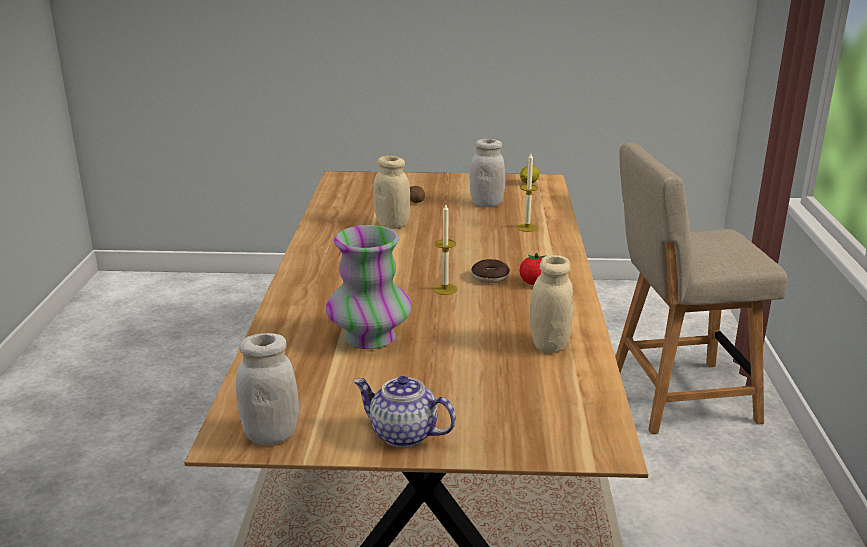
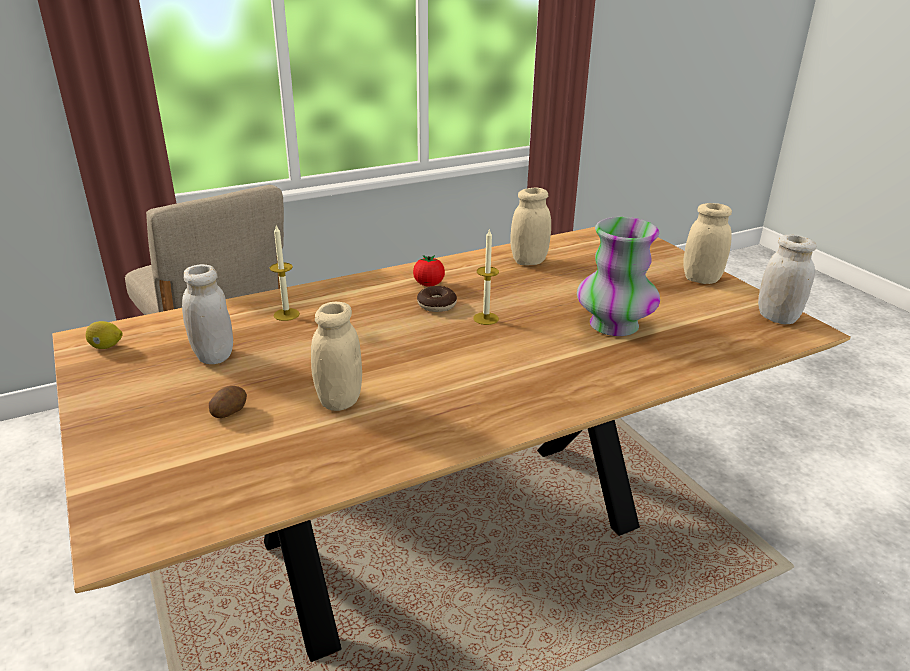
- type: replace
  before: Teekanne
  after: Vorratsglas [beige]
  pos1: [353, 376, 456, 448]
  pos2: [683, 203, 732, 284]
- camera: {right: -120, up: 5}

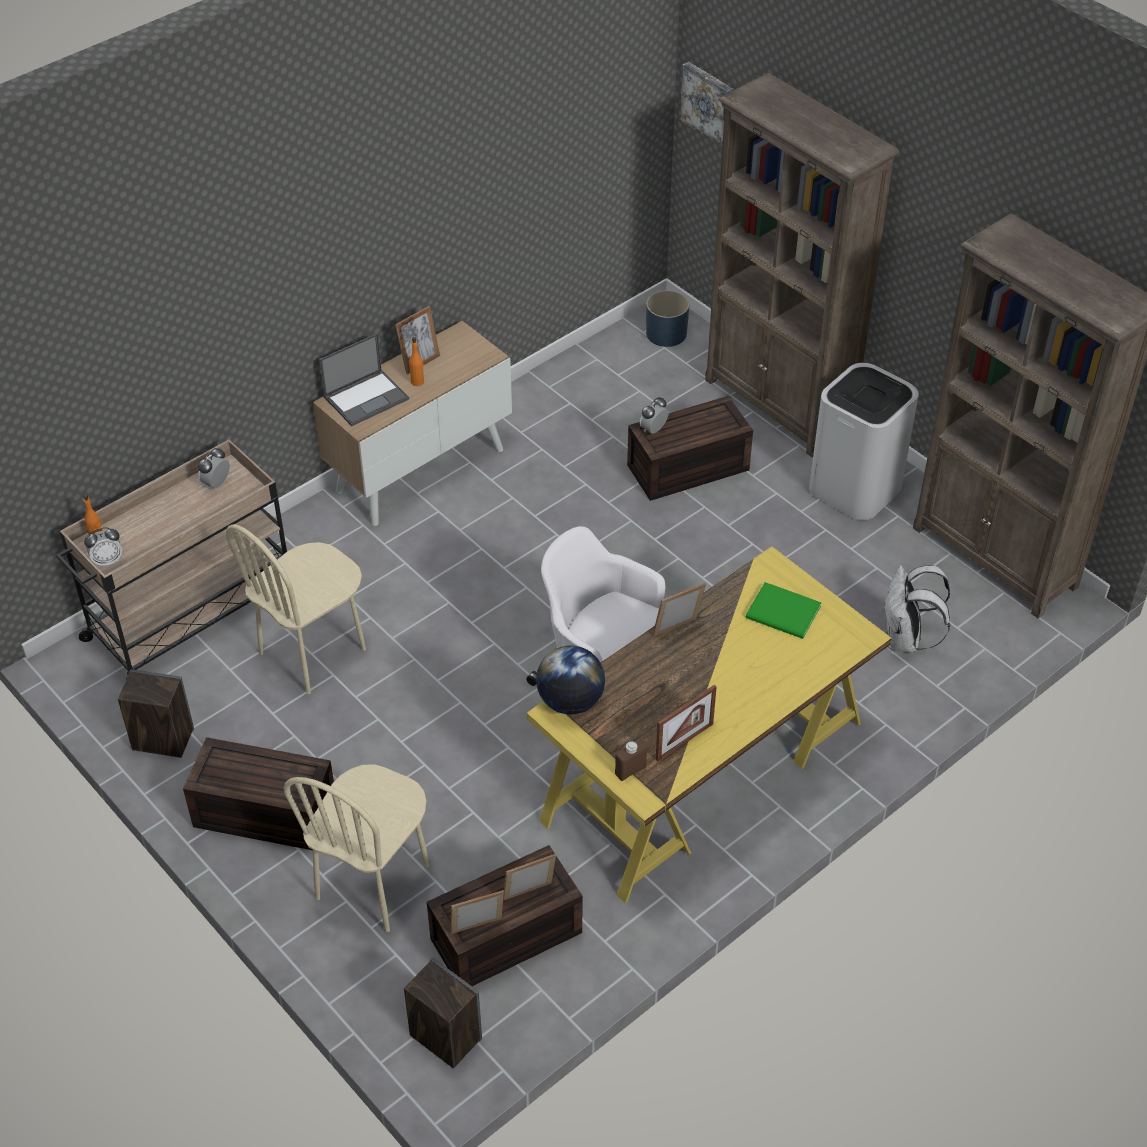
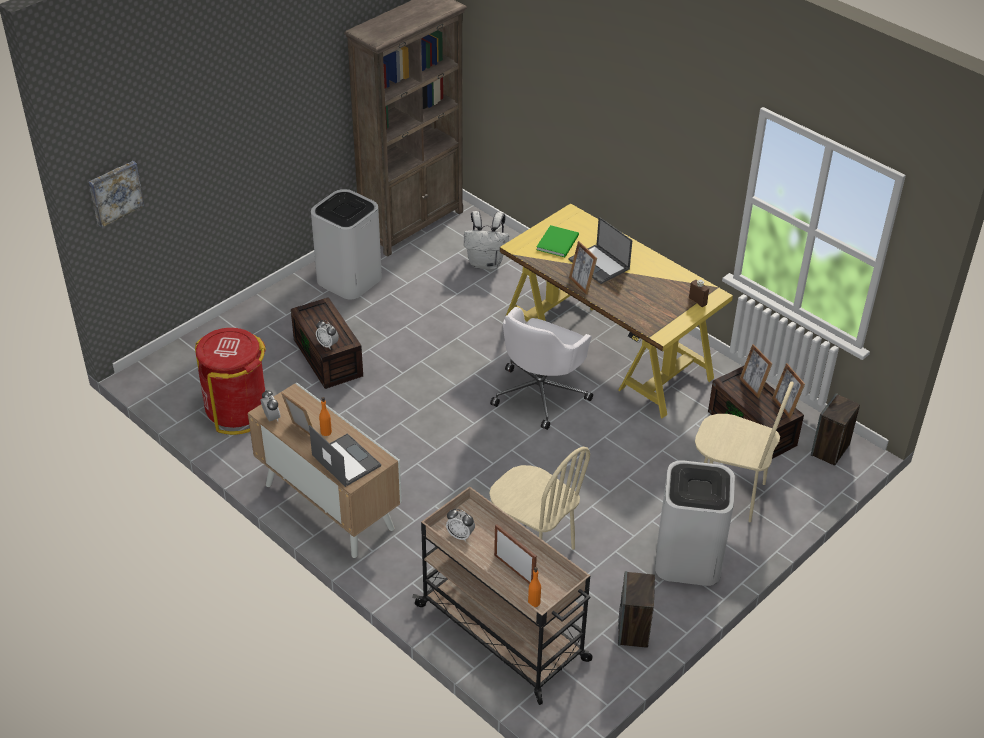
- type: delete
  before: Globus
  pos1: [536, 645, 605, 714]
- type: delete
  before: Pflanzkübel [blau]
  pos1: [646, 290, 689, 347]
- type: delete
  before: Bücherregal [braun]
  pos1: [705, 73, 899, 457]
- type: insert
  after: Mülleimer [rot]
  pos2: [195, 328, 266, 435]
- type: insert
  after: Laptop
  pos2: [569, 217, 633, 284]
- type: move
  before: Wecker
  pos1: [84, 527, 122, 567]
  pos2: [261, 390, 281, 422]
- type: move
  before: Bilderrahmen
  pos1: [656, 685, 717, 762]
  pos2: [494, 524, 537, 584]
- type: replace
  before: Aufbewahrungsbox [braun]
  after: Mülleimer [weiß]
  pos1: [183, 737, 334, 850]
  pos2: [655, 460, 735, 586]
- camera: {right: -95, up: -5}

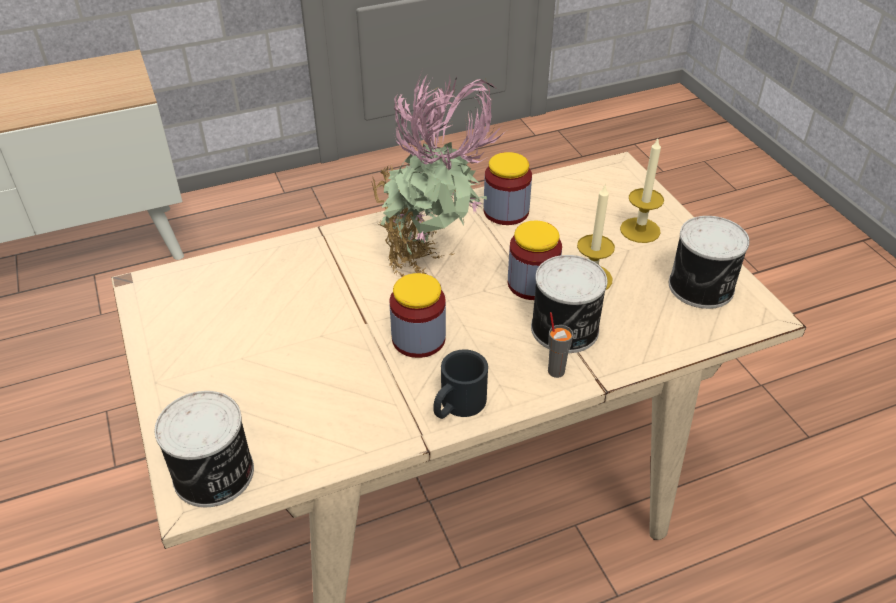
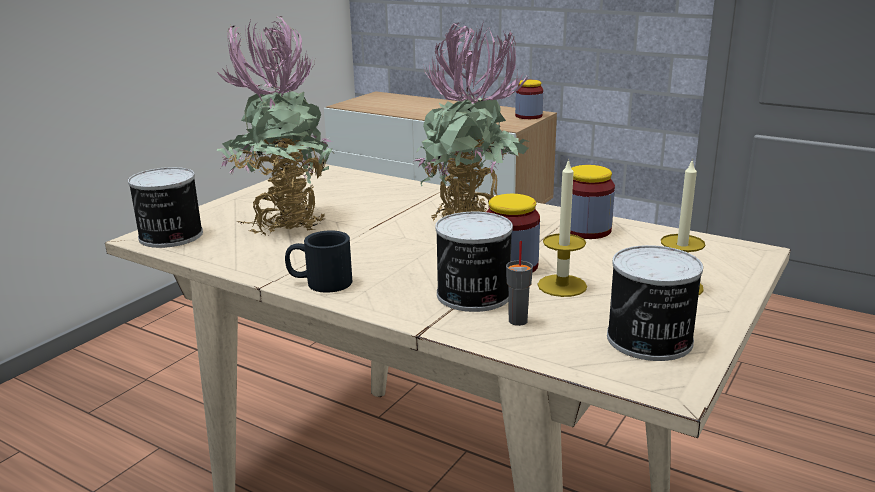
- type: insert
  after: Topfpflanze
  pos2: [216, 15, 333, 235]
- type: move
  before: Vorratsglas
  pos1: [390, 273, 446, 358]
  pos2: [515, 80, 543, 119]
- type: move
  before: Tasse [grau]
  pos1: [548, 312, 573, 378]
  pos2: [506, 241, 533, 326]
- camera: {right: 55, up: -20}

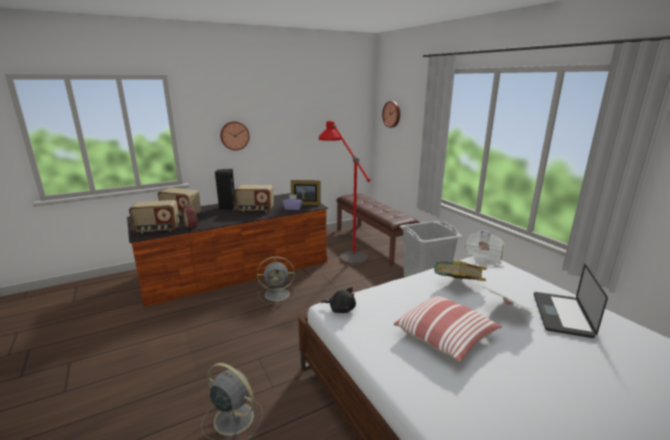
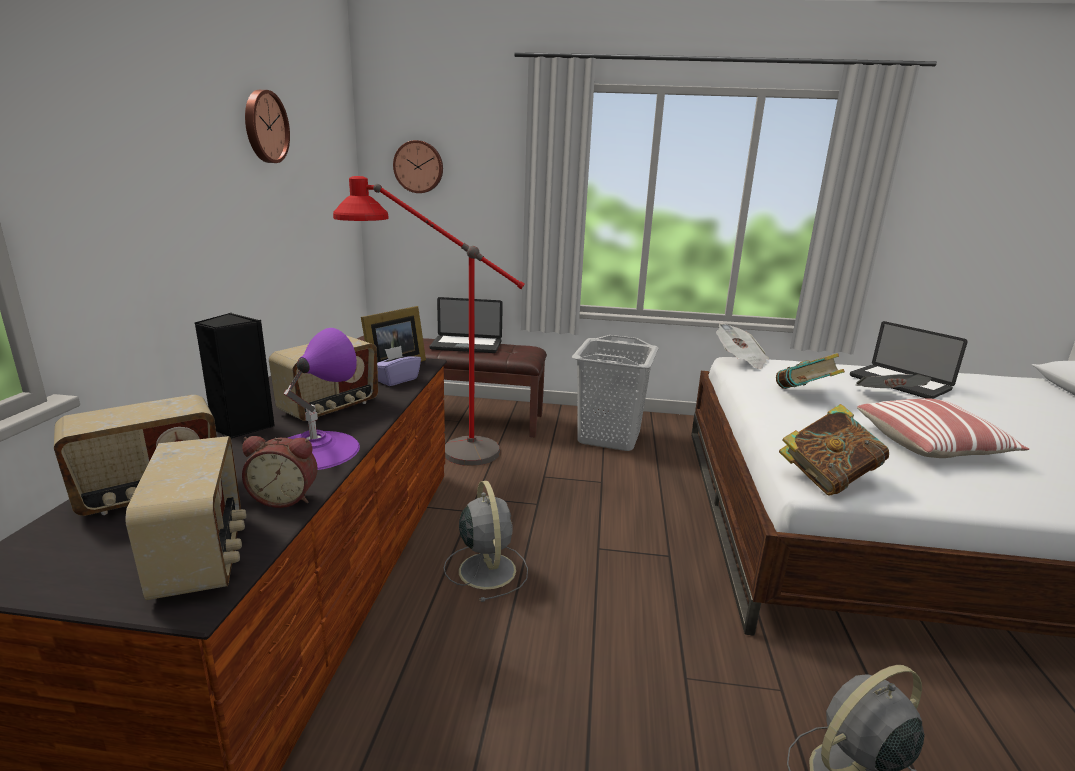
- type: insert
  after: Tischlampe [lila]
  pos2: [283, 328, 360, 470]
- type: insert
  after: Laptop
  pos2: [429, 297, 503, 353]
- type: move
  before: Wanduhr
  pos1: [220, 121, 250, 151]
  pos2: [245, 90, 290, 163]
- type: replace
  before: Plüschtier [schwarz]
  after: Buch
  pos1: [321, 287, 356, 313]
  pos2: [779, 404, 889, 495]
- type: rotate
  before: Radio
  pos1: [129, 200, 179, 233]
  pos2: [126, 436, 246, 600]
  turn: -45
- type: rotate
  before: Ventilator [grau]
  pos1: [257, 256, 296, 304]
  pos2: [444, 481, 528, 602]
  turn: -45
- camera: {right: -55, up: 0}

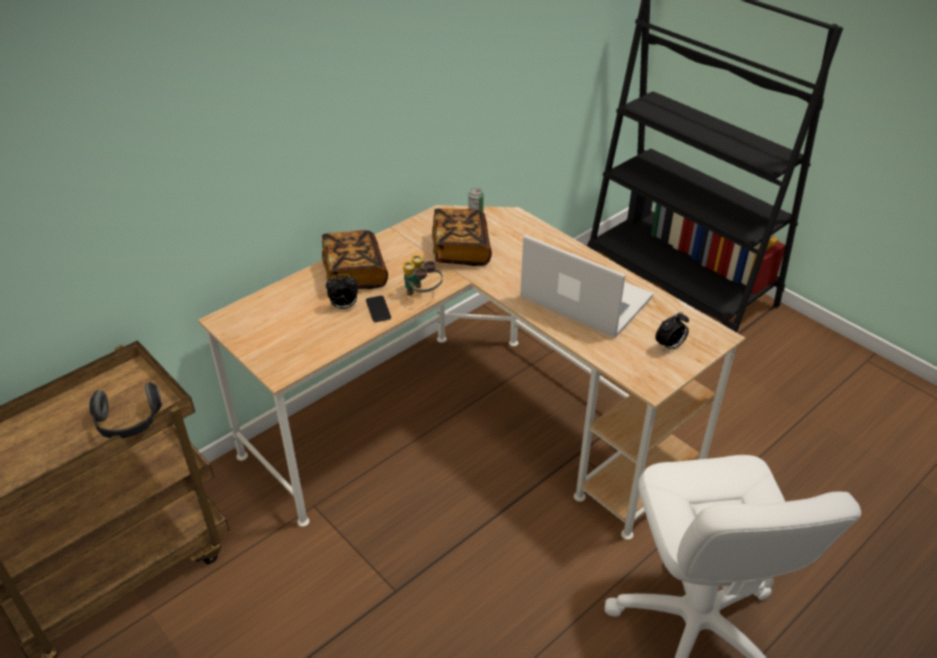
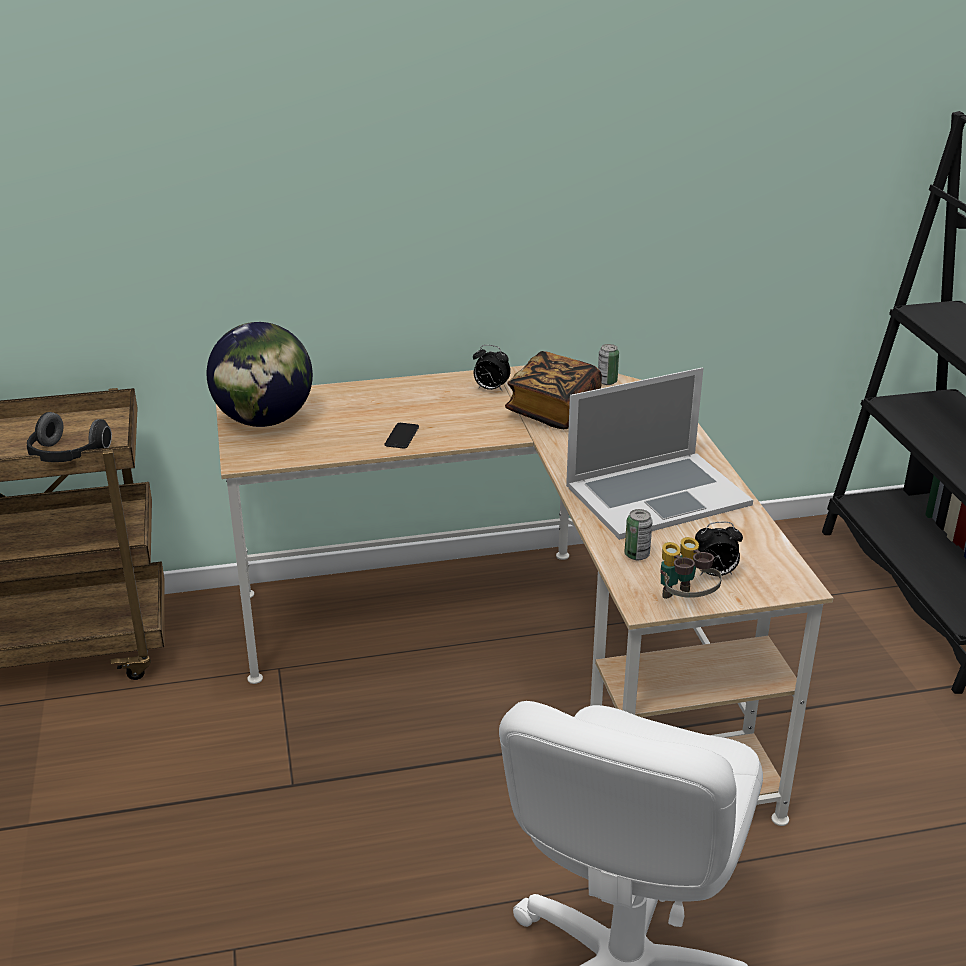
- type: delete
  before: Buch
  pos1: [322, 230, 388, 289]
- type: insert
  after: Globus
  pos2: [207, 322, 313, 427]
- type: insert
  after: Dose
  pos2: [624, 509, 653, 560]
- type: move
  before: Wecker
  pos1: [326, 274, 358, 309]
  pos2: [473, 345, 511, 392]
- type: move
  before: Fernglas
  pos1: [403, 255, 443, 296]
  pos2: [660, 537, 722, 599]
- type: rotate
  before: Laptop
  pos1: [520, 235, 653, 338]
  pos2: [566, 367, 753, 540]
  turn: 90
- camera: {right: 30, up: -10}

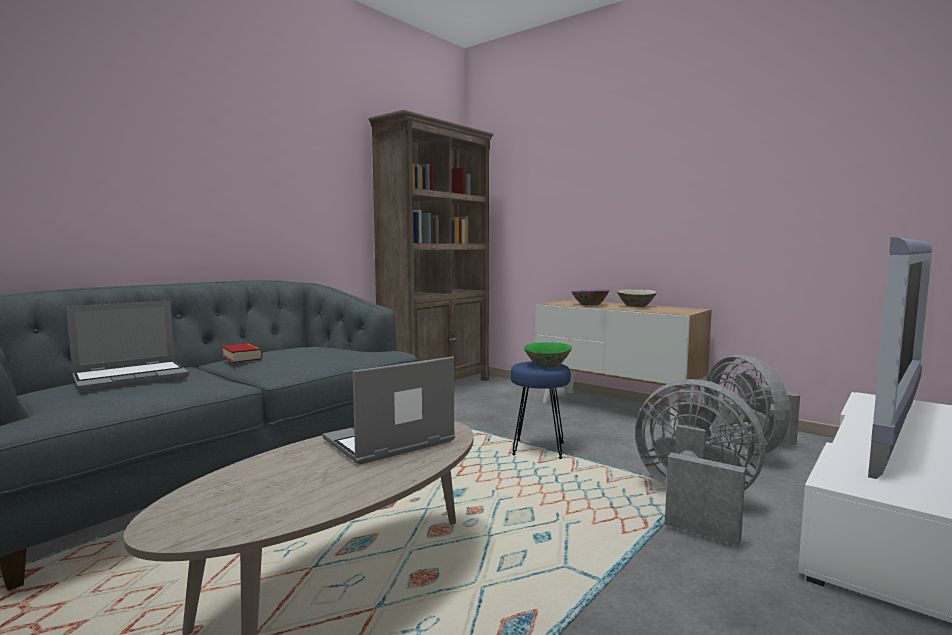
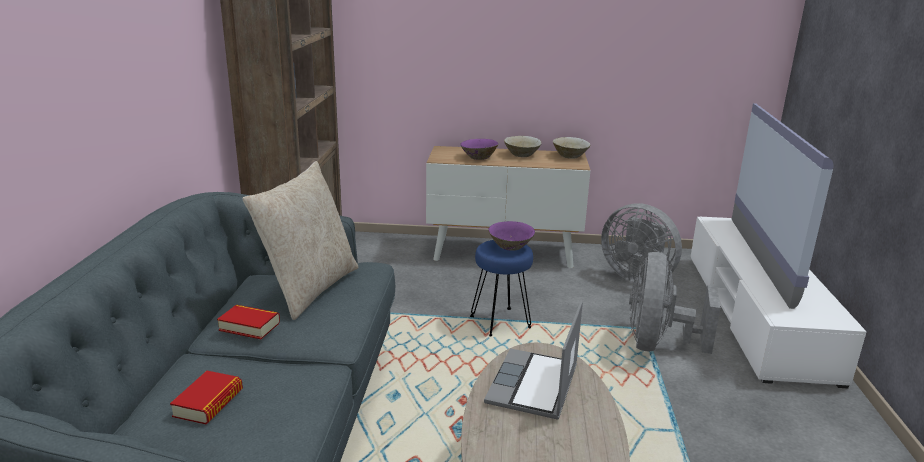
- type: insert
  after: Kissen [beige]
  pos2: [243, 161, 359, 320]
- type: insert
  after: Schüssel [beige]
  pos2: [553, 137, 590, 159]
- type: replace
  before: Laptop
  after: Buch
  pos1: [66, 301, 189, 392]
  pos2: [170, 371, 243, 424]
- type: recolor
  before: Schüssel [grün]
  after: Schüssel [lila]
  pos1: [524, 342, 572, 367]
  pos2: [488, 221, 535, 251]
- type: rotate
  before: Ventilator [grau]
  pos1: [635, 379, 765, 546]
  pos2: [629, 252, 721, 354]
  turn: -75
- camera: {right: -35, up: 15}

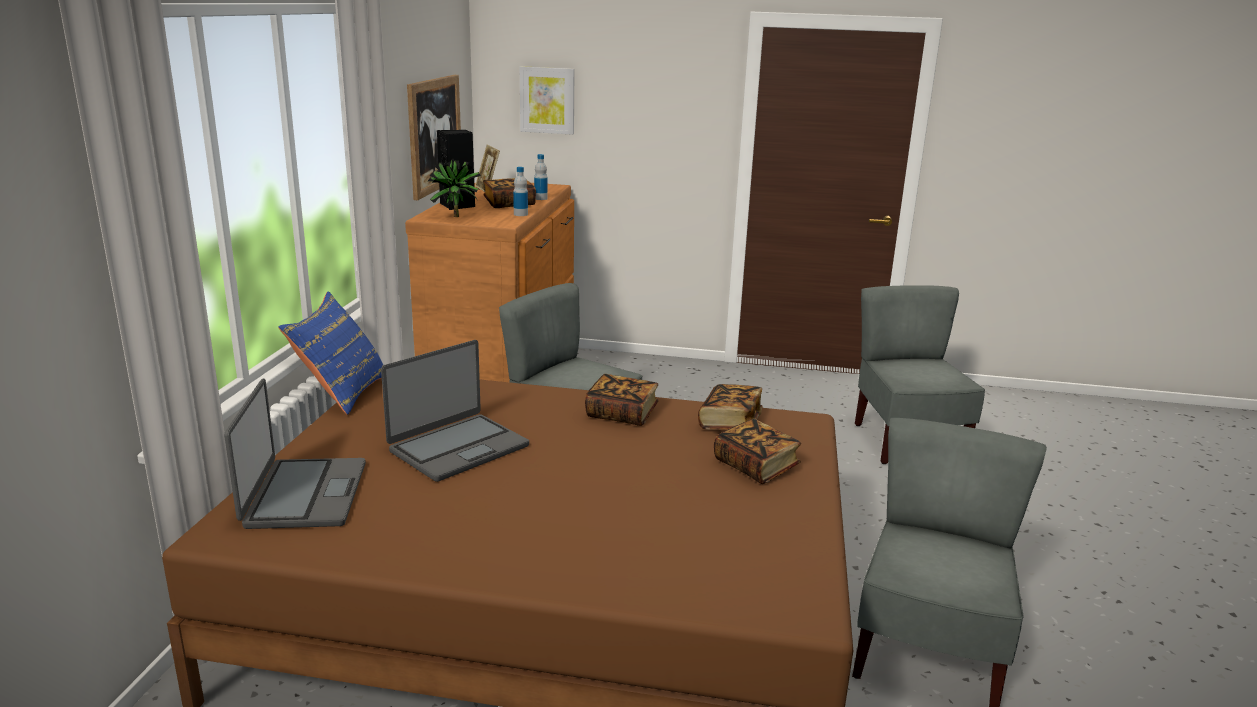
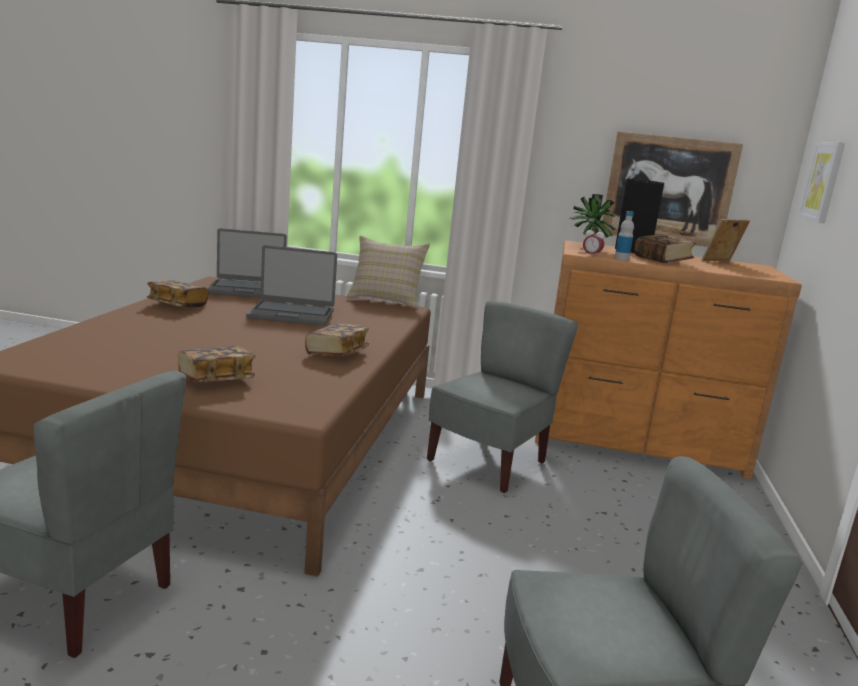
- type: delete
  before: Flasche
  pos1: [534, 154, 548, 200]
- type: insert
  after: Wecker
  pos2: [583, 227, 605, 255]
- type: move
  before: Buch
  pos1: [698, 384, 763, 430]
  pos2: [146, 280, 209, 307]
- type: recolor
  before: Kissen [blau]
  after: Kissen [beige]
  pos1: [278, 291, 383, 415]
  pos2: [347, 235, 430, 309]
- type: rotate
  before: Laptop
  pos1: [381, 340, 529, 482]
  pos2: [247, 245, 337, 326]
  turn: -45
- camera: {right: 90, up: -5}

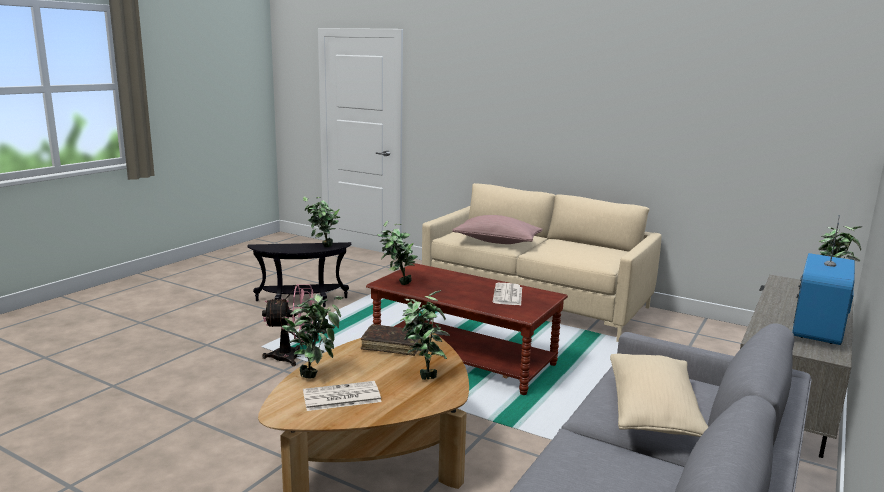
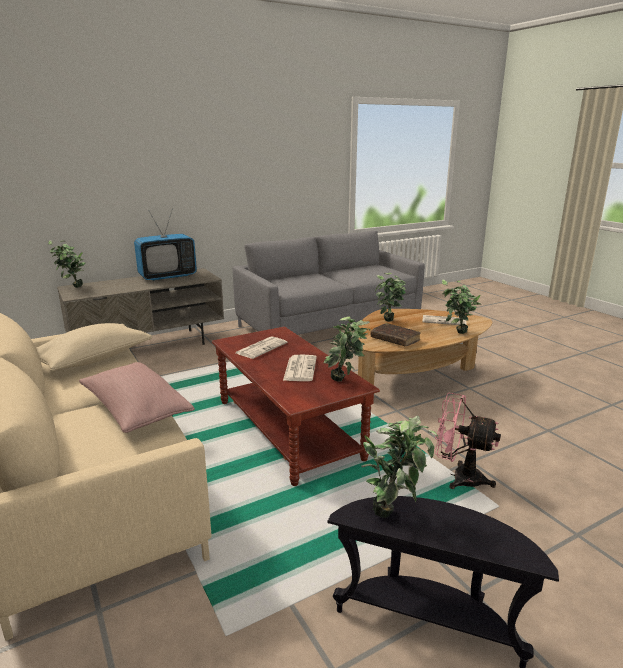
- type: insert
  after: Zeitung
  pos2: [283, 355, 317, 381]
- type: move
  before: Kissen [beige]
  pos1: [610, 353, 708, 437]
  pos2: [36, 323, 152, 371]
- camera: {right: -150, up: 5}

